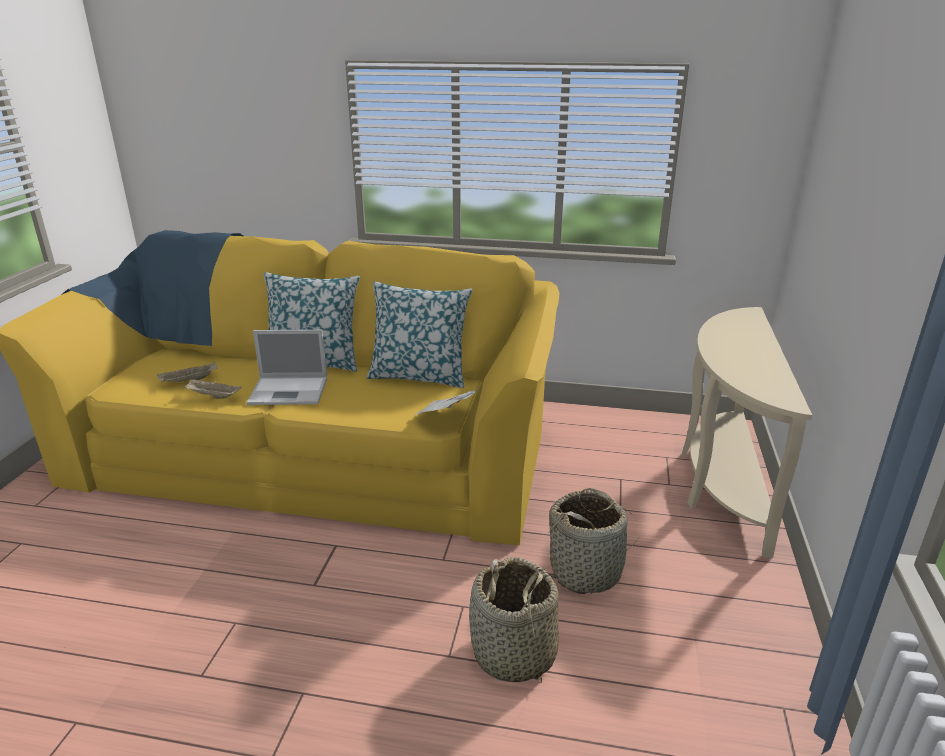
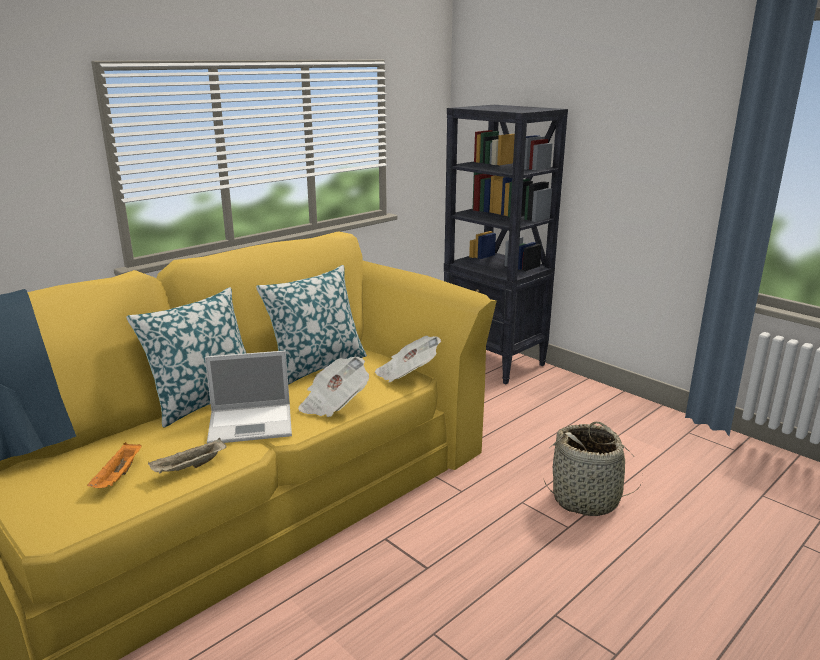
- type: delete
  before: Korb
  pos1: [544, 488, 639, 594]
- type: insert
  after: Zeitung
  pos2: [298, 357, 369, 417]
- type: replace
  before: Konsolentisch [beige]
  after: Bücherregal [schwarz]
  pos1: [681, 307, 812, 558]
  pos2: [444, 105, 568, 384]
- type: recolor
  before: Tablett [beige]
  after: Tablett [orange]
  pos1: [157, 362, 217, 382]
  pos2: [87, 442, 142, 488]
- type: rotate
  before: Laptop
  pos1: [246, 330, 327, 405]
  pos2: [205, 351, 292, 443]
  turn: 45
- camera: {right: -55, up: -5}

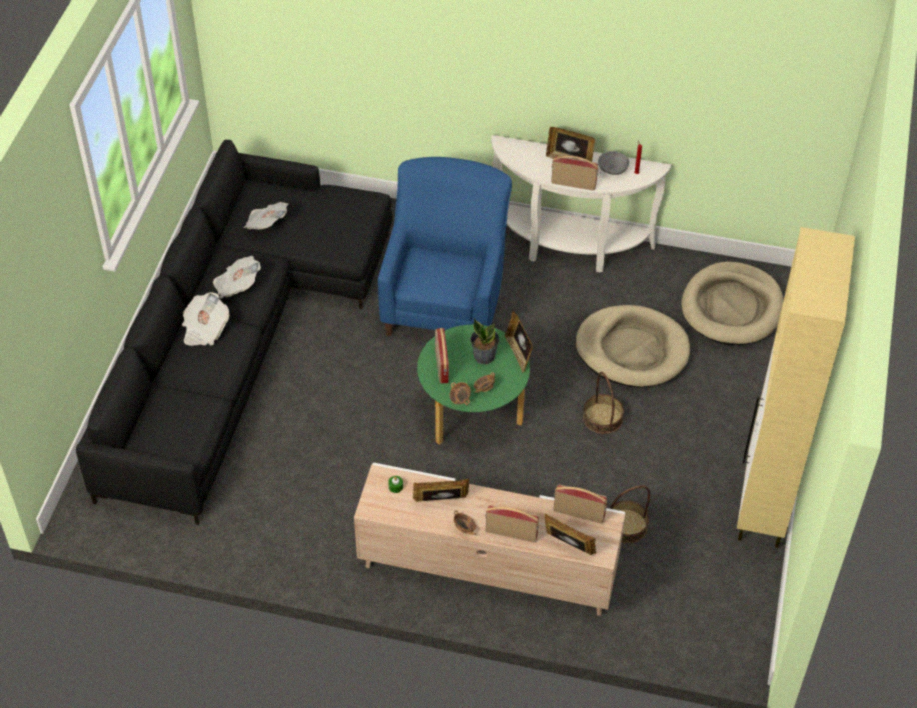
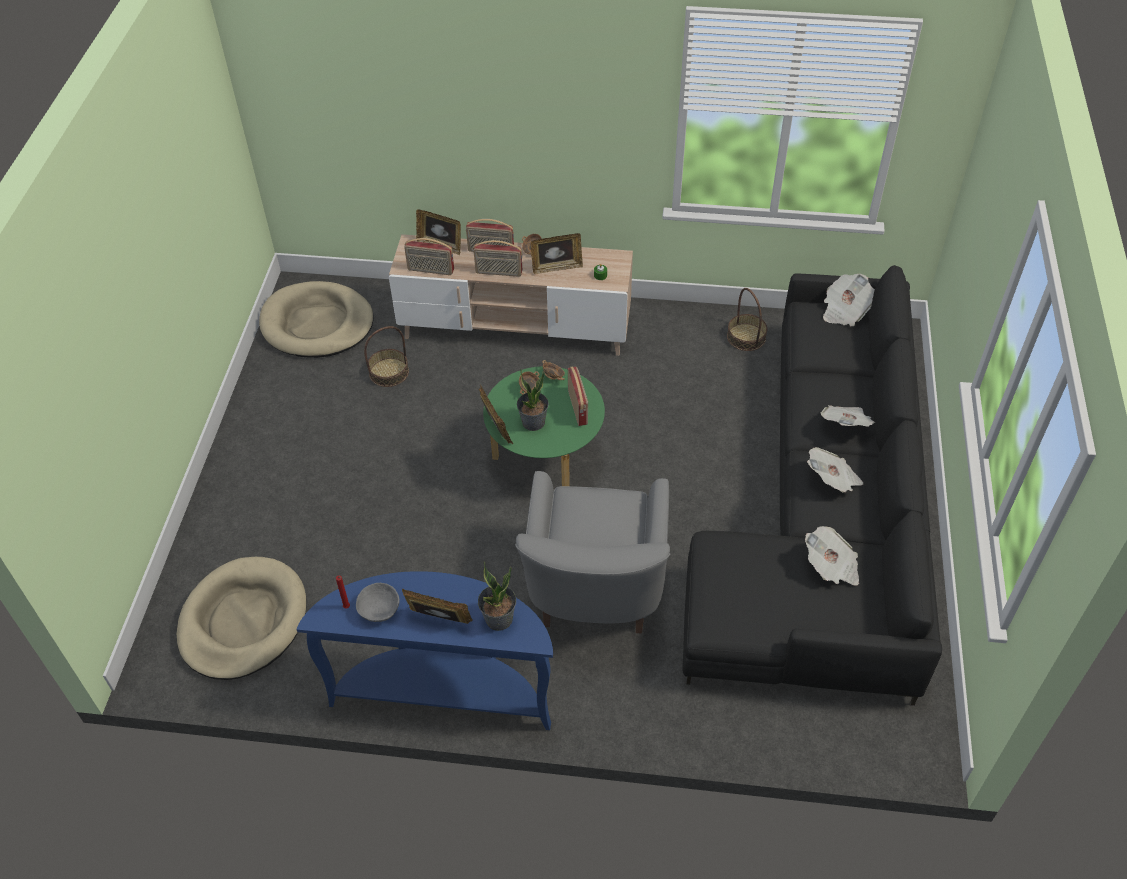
- type: delete
  before: Schrank [beige]
  pos1: [737, 227, 855, 548]
- type: insert
  after: Topfpflanze
  pos2: [478, 562, 516, 631]
- type: insert
  after: Zeitung
  pos2: [823, 274, 875, 326]
- type: move
  before: Radio
  pos1: [551, 156, 598, 190]
  pos2: [473, 240, 522, 277]
- type: move
  before: Hundebett [beige]
  pos1: [575, 305, 690, 388]
  pos2: [259, 281, 373, 358]
- type: move
  before: Korb
  pos1: [583, 372, 624, 434]
  pos2: [727, 288, 767, 351]
- type: recolor
  before: Sessel [blau]
  after: Sessel [grau]
  pos1: [378, 157, 512, 336]
  pos2: [515, 471, 670, 633]
- type: recolor
  before: Konsolentisch [weiß]
  after: Konsolentisch [blau]
  pos1: [491, 135, 671, 273]
  pos2: [297, 571, 553, 730]
- camera: {right: 175, up: 0}

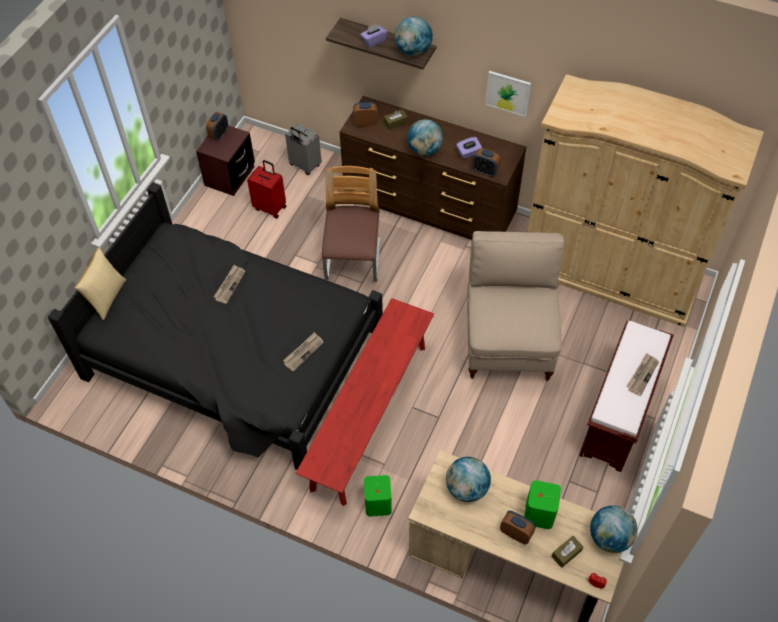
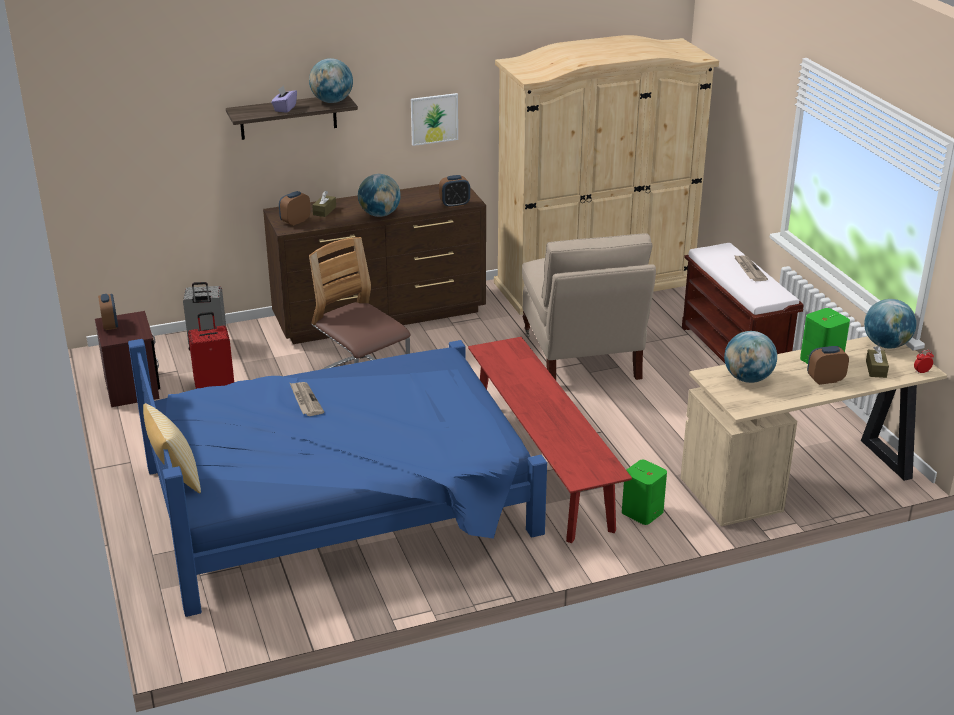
- type: delete
  before: Zeitung
  pos1: [283, 332, 324, 372]
- type: delete
  before: Taschentuchbox [lila]
  pos1: [456, 137, 482, 159]
- type: recolor
  before: Bett [schwarz]
  after: Bett [blau]
  pos1: [48, 182, 383, 470]
  pos2: [128, 339, 547, 617]
- type: rotate
  before: Stuhl [beige]
  pos1: [467, 231, 565, 382]
  pos2: [522, 233, 656, 380]
  turn: -150
- camera: {right: -45, up: -25}

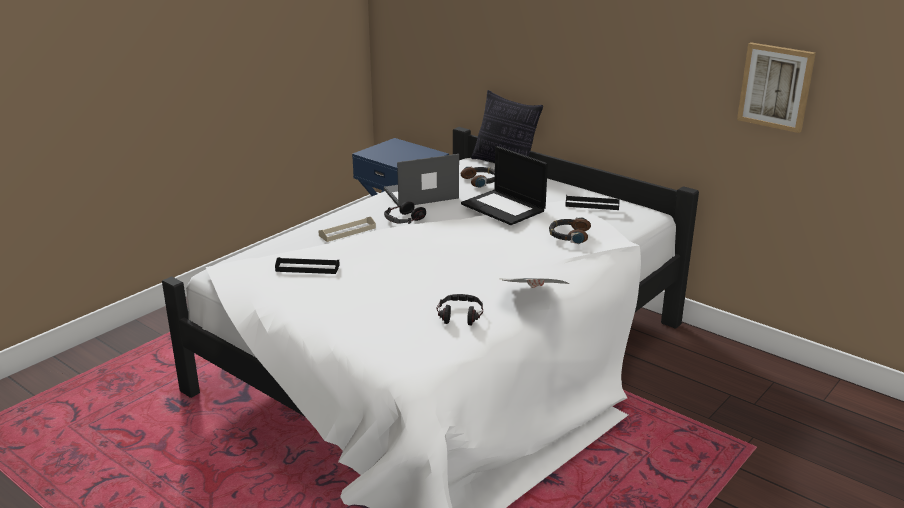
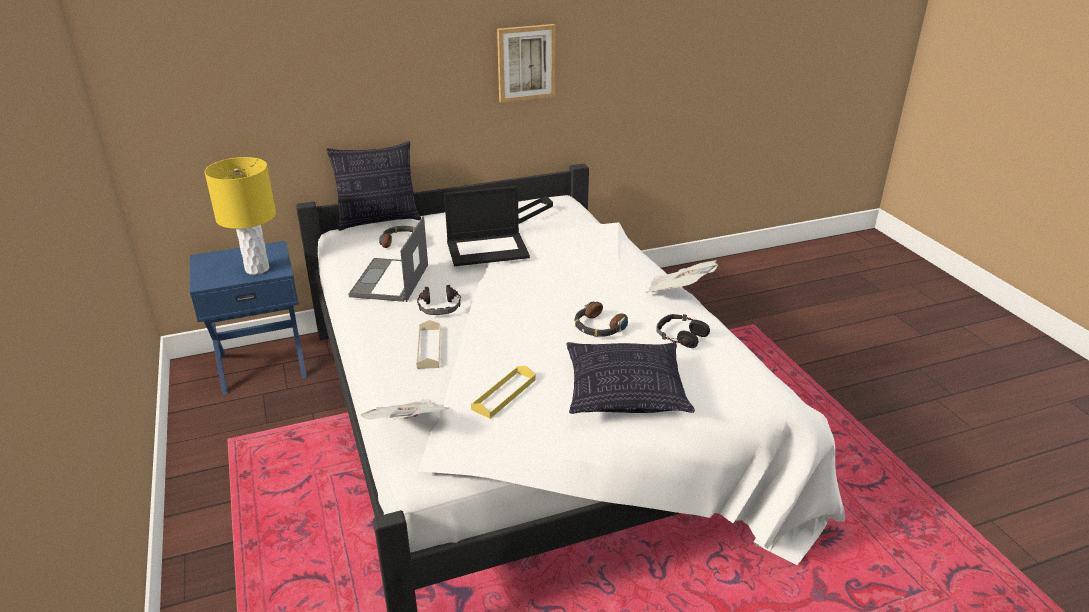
- type: insert
  after: Tischlampe [gelb]
  pos2: [205, 157, 276, 275]
- type: insert
  after: Zeitung
  pos2: [361, 399, 449, 420]
- type: insert
  after: Kissen
  pos2: [567, 342, 695, 414]
- type: move
  before: Kopfhörer
  pos1: [549, 217, 591, 244]
  pos2: [574, 302, 628, 337]
- type: move
  before: Bild
  pos1: [737, 42, 816, 133]
  pos2: [497, 24, 556, 103]
- type: recolor
  before: Tablett [schwarz]
  after: Tablett [gelb]
  pos1: [275, 257, 340, 274]
  pos2: [471, 366, 536, 419]
- camera: {right: -60, up: 5}

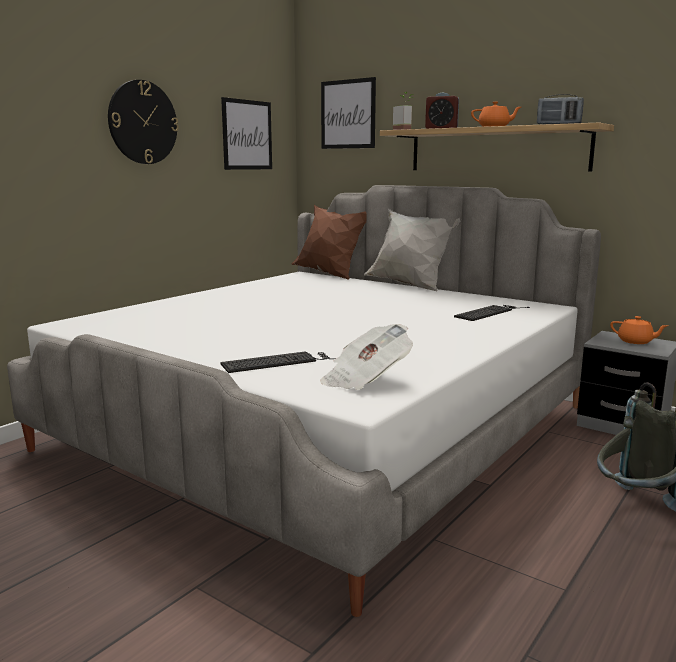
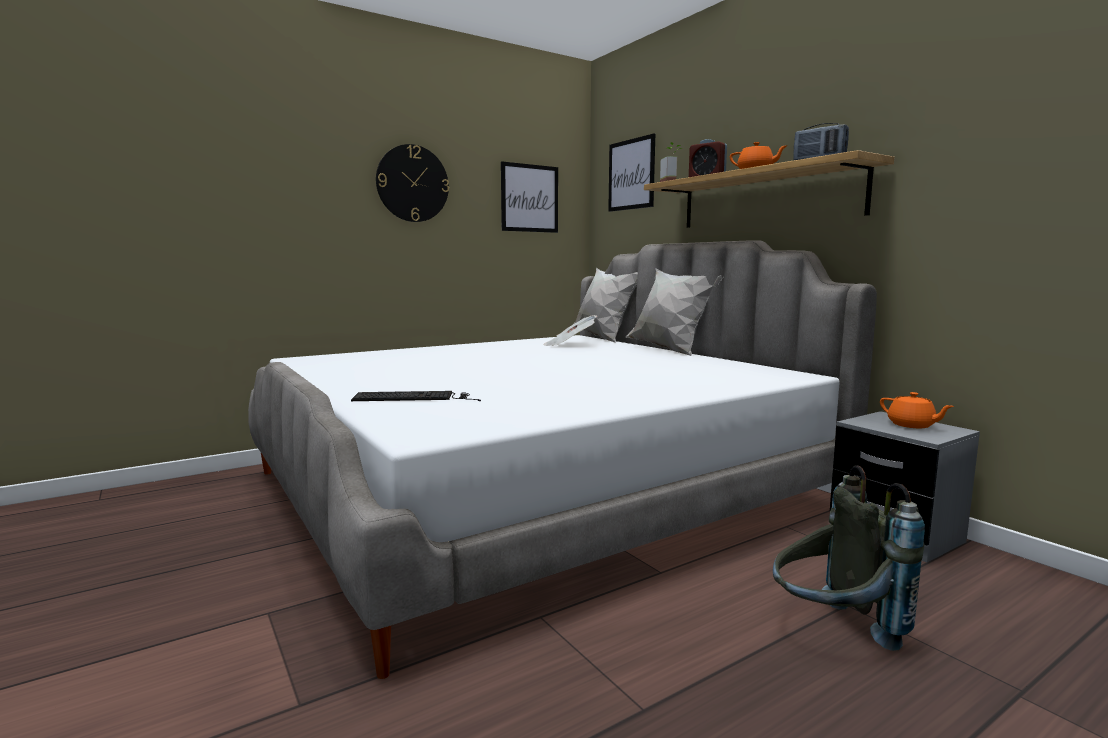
- type: delete
  before: Tastatur
  pos1: [454, 305, 530, 321]
- type: move
  before: Zeitung
  pos1: [320, 324, 413, 390]
  pos2: [543, 315, 597, 346]
- type: recolor
  before: Kissen [braun]
  after: Kissen [weiß]
  pos1: [292, 205, 367, 280]
  pos2: [574, 267, 638, 343]
- camera: {right: 20, up: -5}

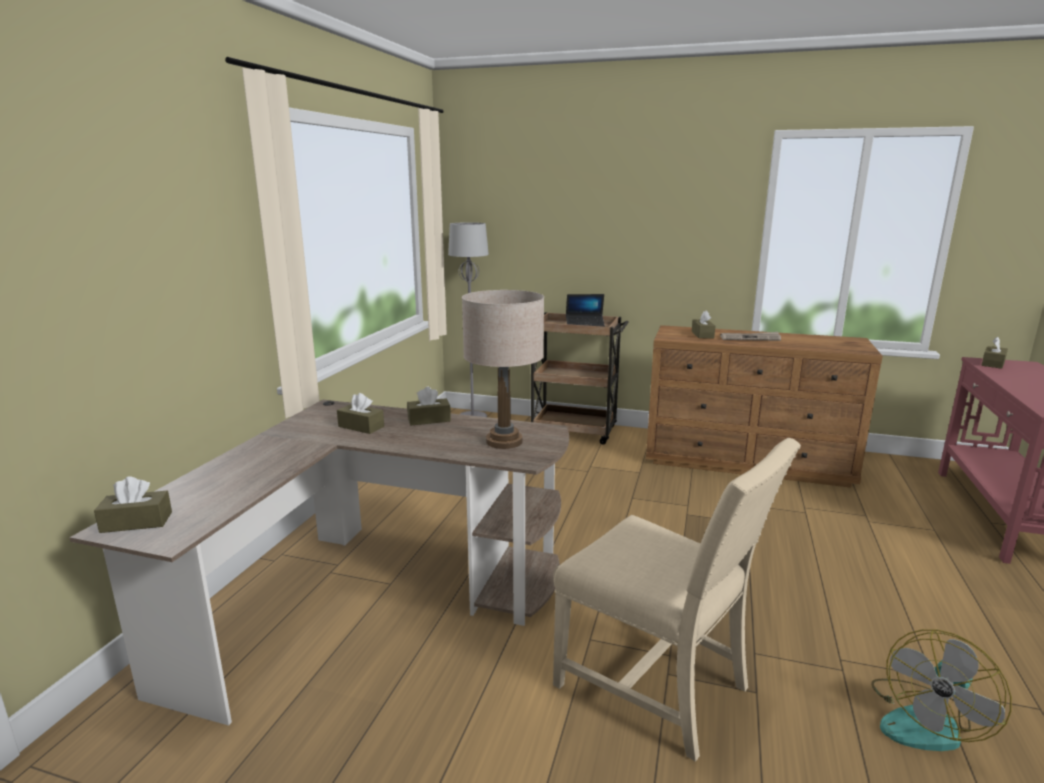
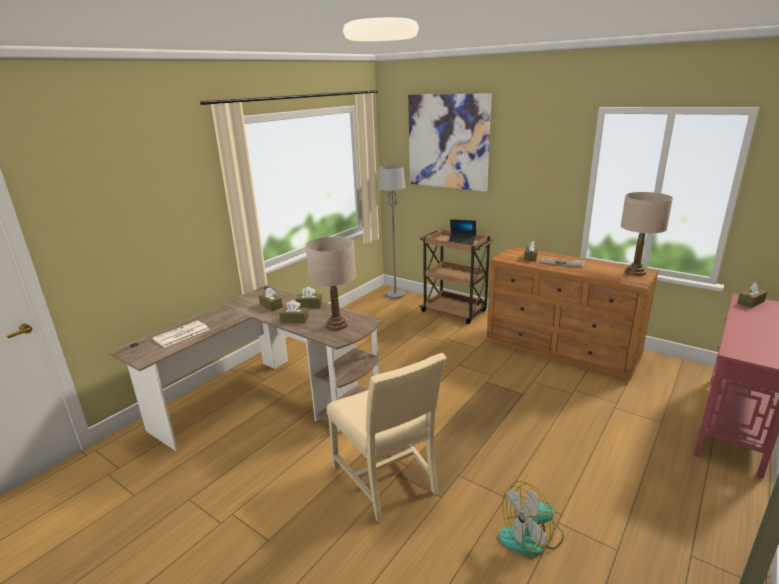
- type: insert
  after: Zeitung
  pos2: [152, 321, 210, 348]
- type: insert
  after: Bild
  pos2: [408, 93, 491, 192]
- type: insert
  after: Tischlampe [beige]
  pos2: [621, 192, 673, 276]
- type: move
  before: Taschentuchbox [braun]
  pos1: [94, 476, 172, 533]
  pos2: [279, 300, 309, 323]
- camera: {right: 20, up: 5}

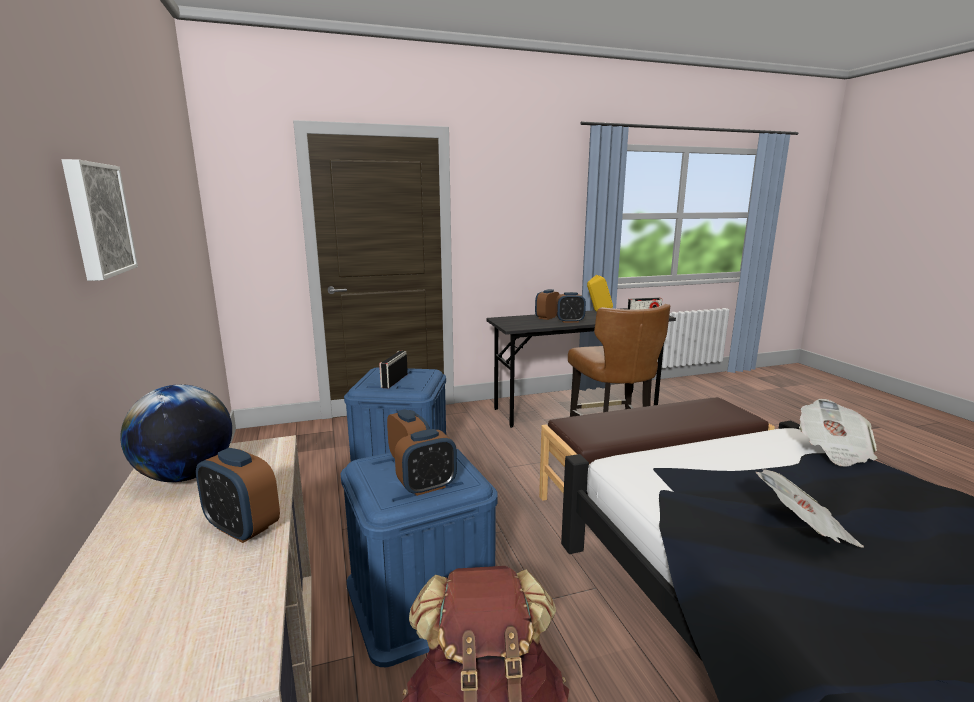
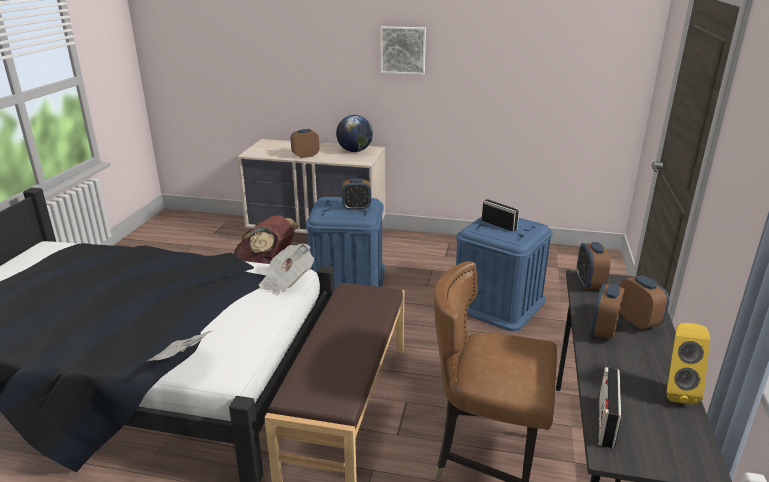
- type: move
  before: Wecker
  pos1: [395, 429, 457, 496]
  pos2: [577, 242, 610, 290]
- type: move
  before: Zeitung
  pos1: [756, 469, 864, 548]
  pos2: [259, 244, 314, 292]
- camera: {right: 120, up: 10}

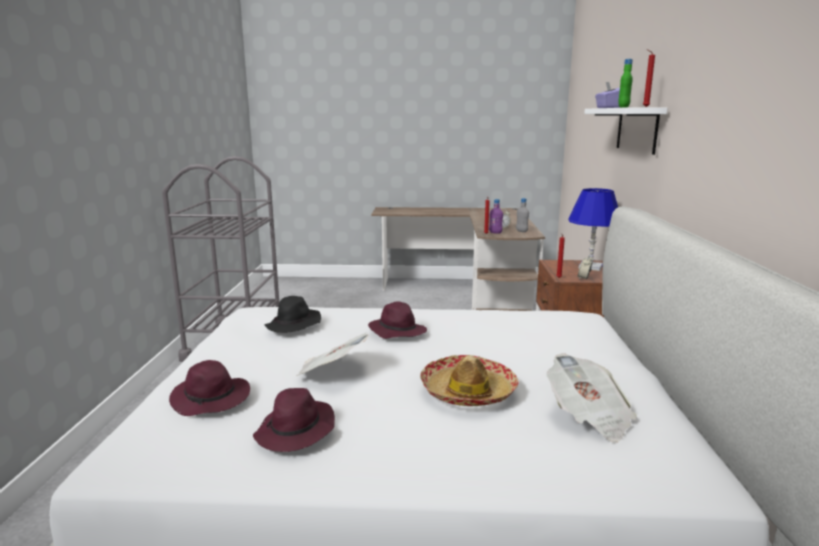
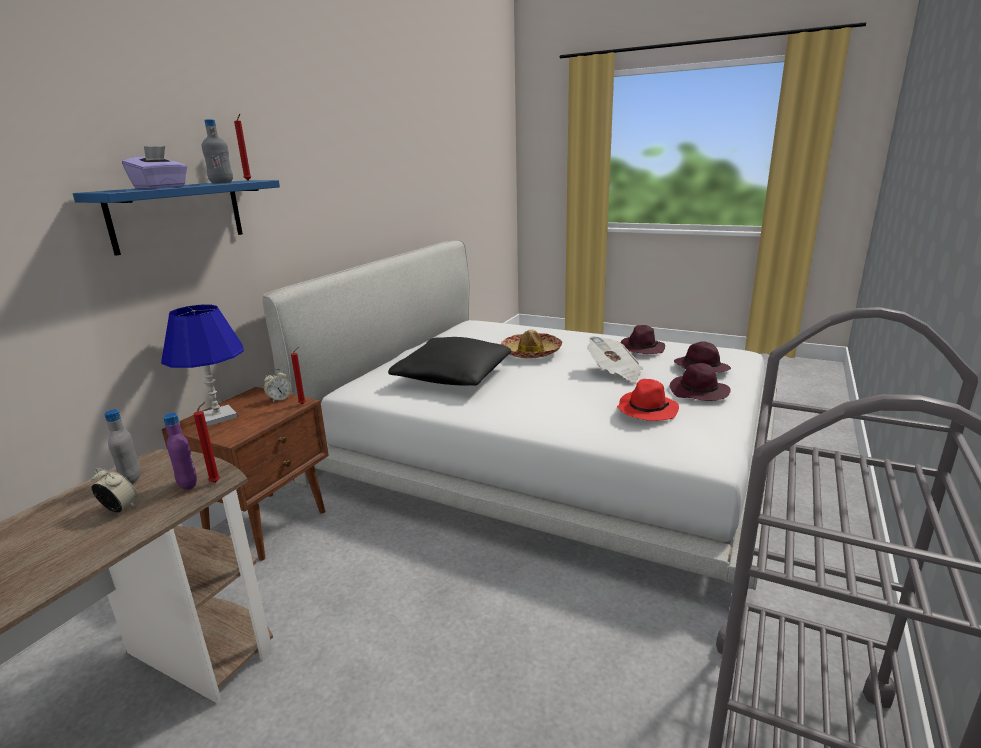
- type: delete
  before: Zeitung
  pos1: [547, 353, 637, 443]
- type: insert
  after: Kissen [schwarz]
  pos2: [388, 337, 511, 386]
- type: move
  before: Hut [lila]
  pos1: [368, 301, 427, 339]
  pos2: [670, 363, 731, 401]
- type: recolor
  before: Hut [schwarz]
  after: Hut [rot]
  pos1: [265, 296, 321, 333]
  pos2: [617, 379, 679, 421]
- type: recolor
  before: Wandregal [weiß]
  after: Wandregal [blau]
  pos1: [584, 107, 668, 155]
  pos2: [73, 180, 280, 256]
- type: recolor
  before: Flasche [grün]
  after: Flasche [grau]
  pos1: [618, 59, 633, 108]
  pos2: [202, 119, 233, 184]
- camera: {right: -155, up: 5}

